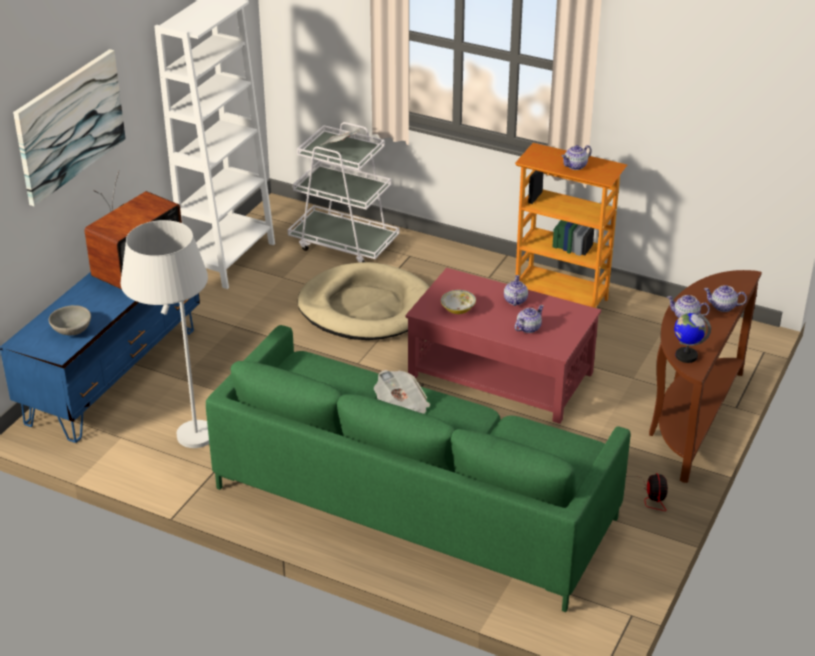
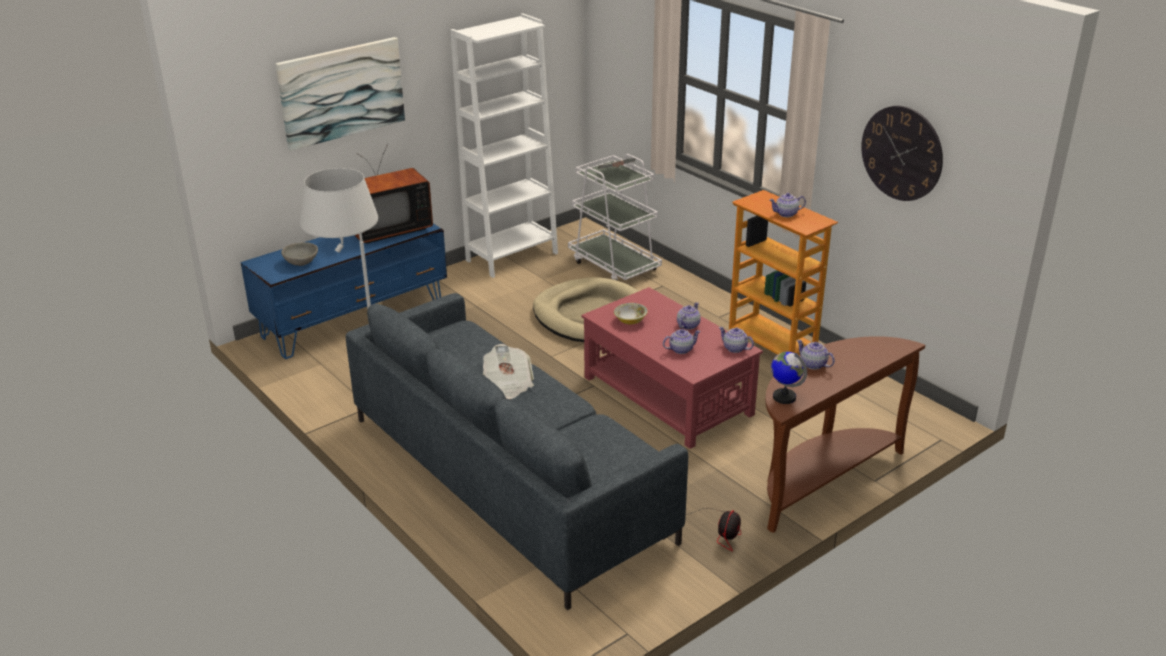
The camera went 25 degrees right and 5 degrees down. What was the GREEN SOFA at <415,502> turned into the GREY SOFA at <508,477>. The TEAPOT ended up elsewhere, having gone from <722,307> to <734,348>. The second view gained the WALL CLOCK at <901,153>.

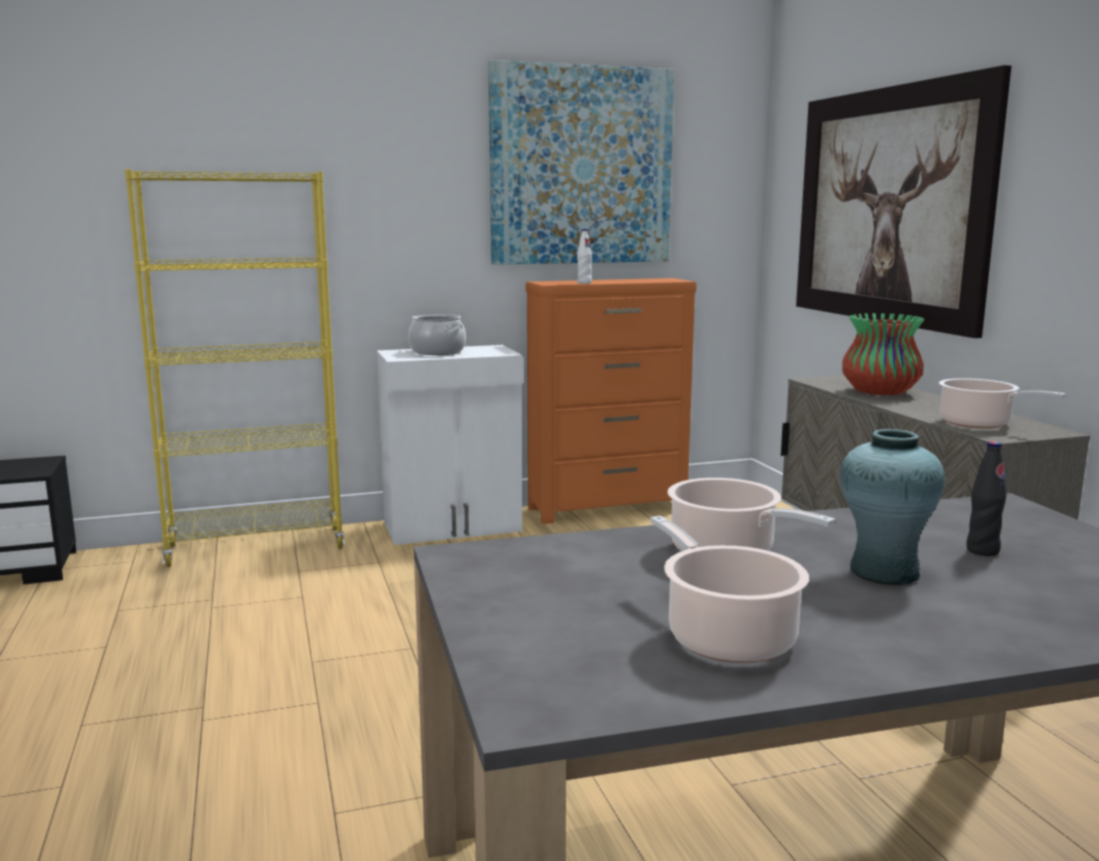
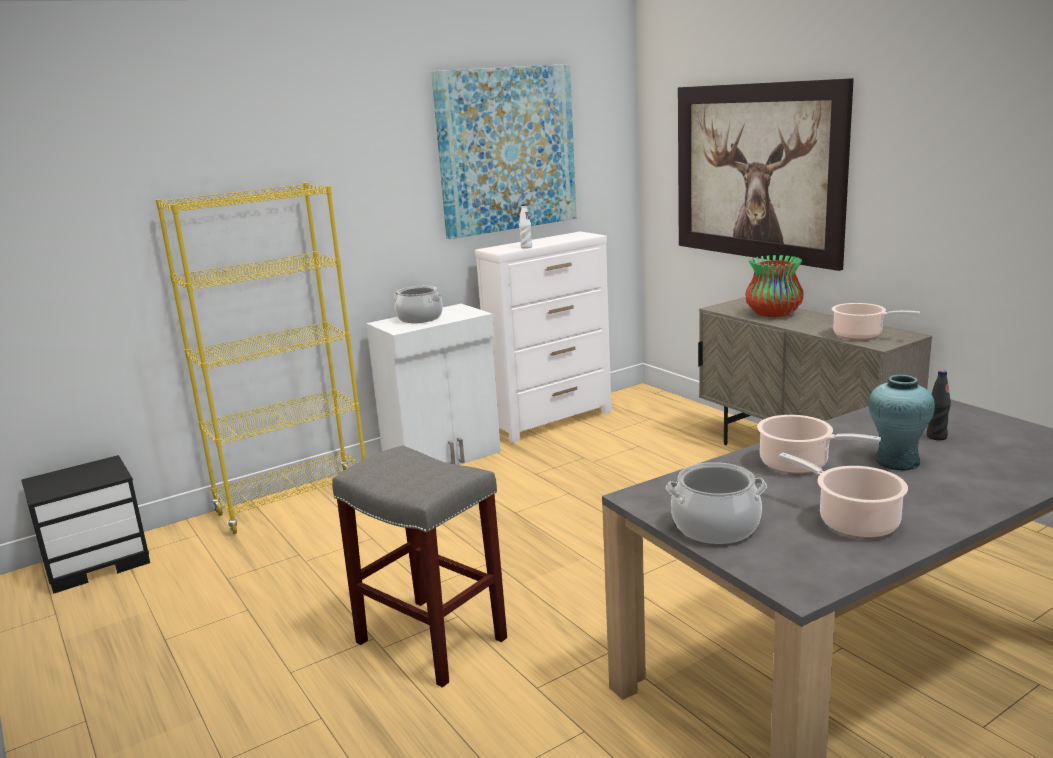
The camera went 15 degrees left and 5 degrees up. What was the ORANGE DRESSER at <609,508> turned into the WHITE DRESSER at <553,421>. The second view gained the GREY STOOL at <429,640>. The second view gained the COOKING POT at <715,527>.

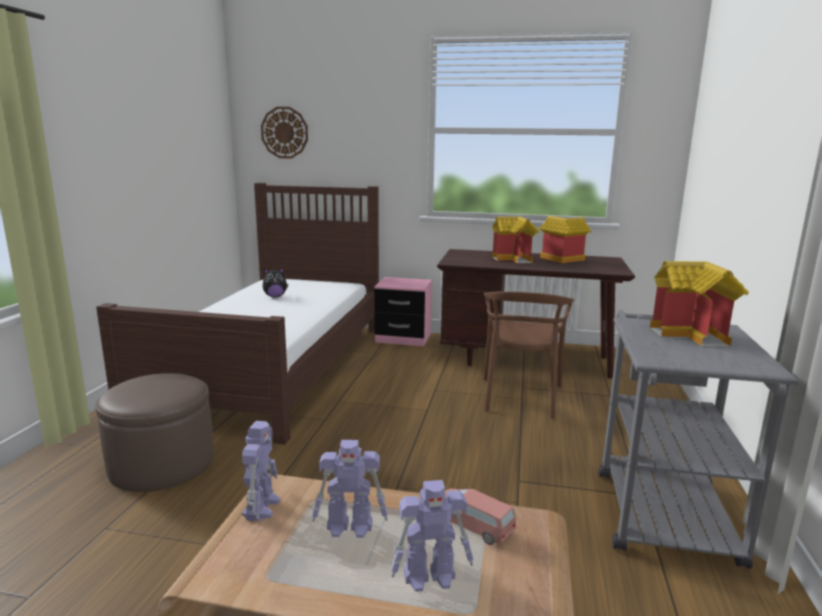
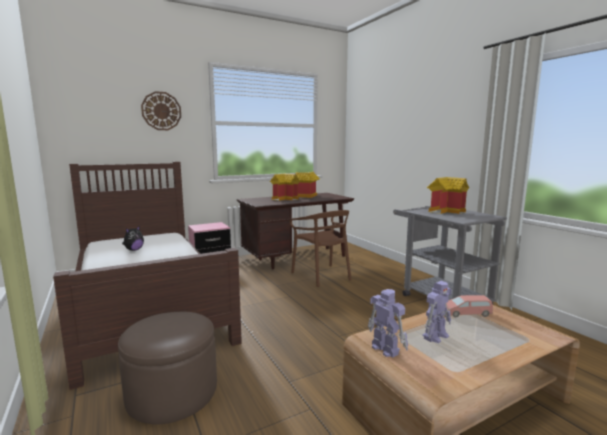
The camera went 40 degrees left and 5 degrees down. The WALL CLOCK ended up elsewhere, having gone from <284,132> to <161,111>. The second view lost the TOY ROBOT at <431,577>.

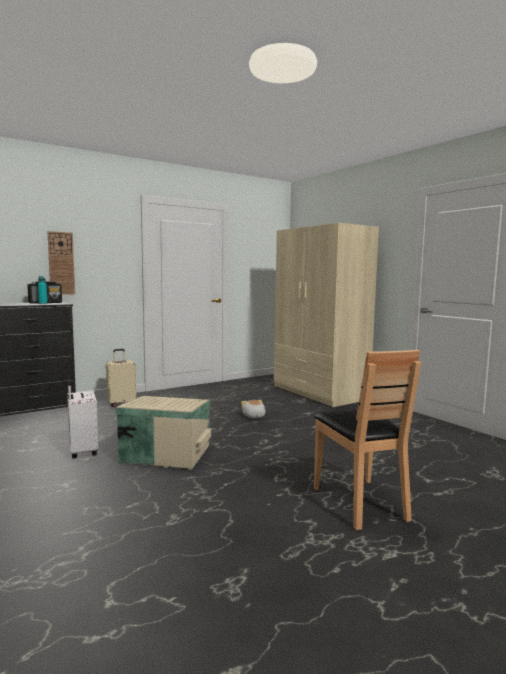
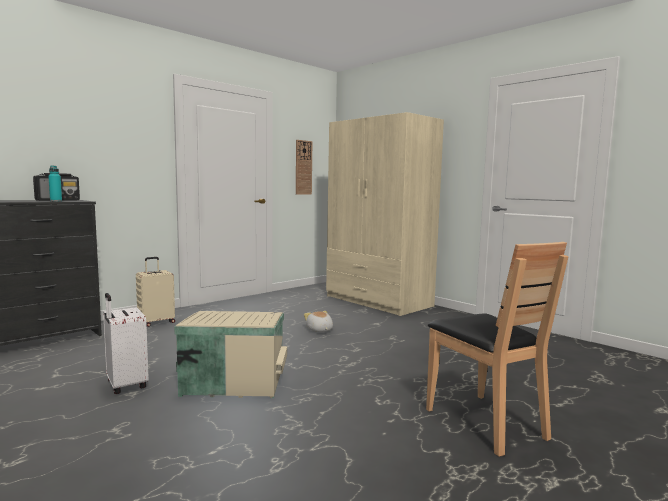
The camera went 10 degrees left and 0 degrees up. The WALL CLOCK ended up elsewhere, having gone from <61,263> to <303,167>.

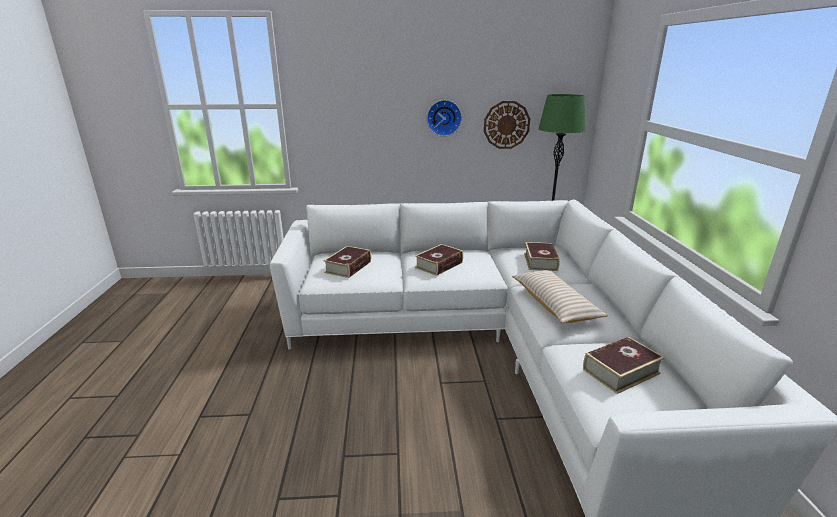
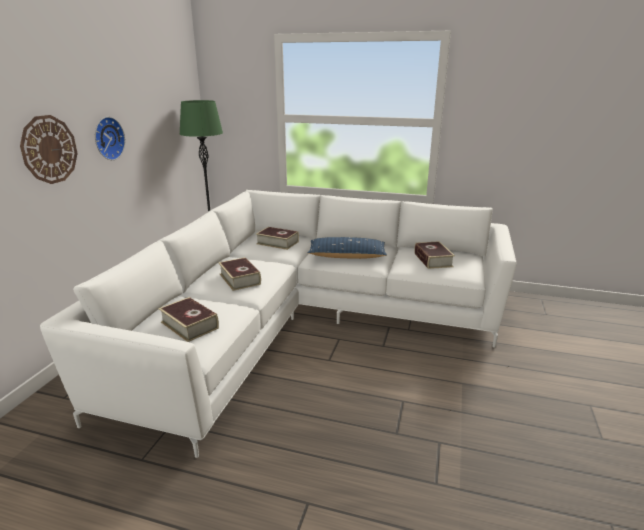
The camera went 70 degrees left and 0 degrees up. The WALL CLOCK ended up elsewhere, having gone from <506,125> to <49,149>. What was the BEIGE PILLOW at <554,305> turned into the BLUE PILLOW at <347,256>.

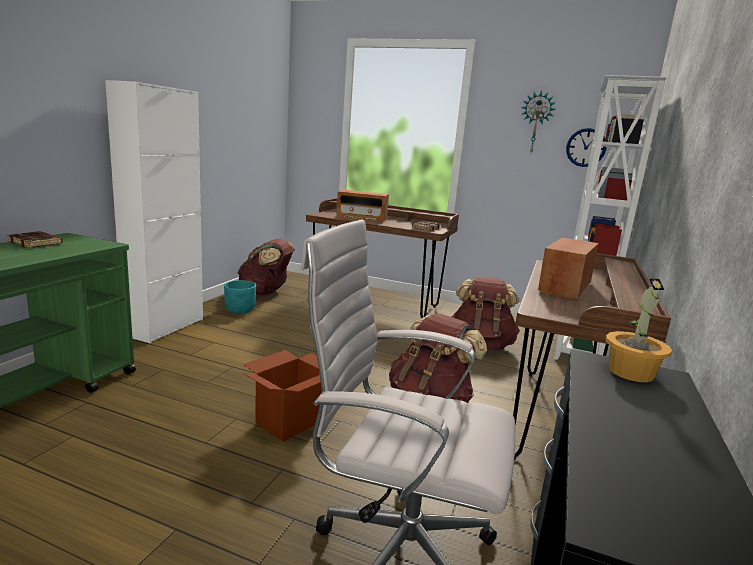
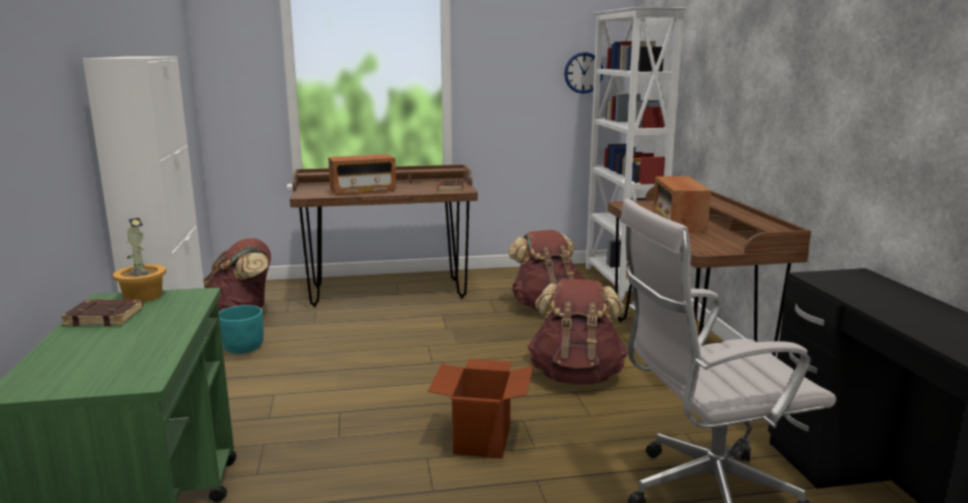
The camera went 30 degrees left and 0 degrees up. The second view lost the WALL CLOCK at <536,122>. The POTTED PLANT ended up elsewhere, having gone from <630,372> to <143,296>.

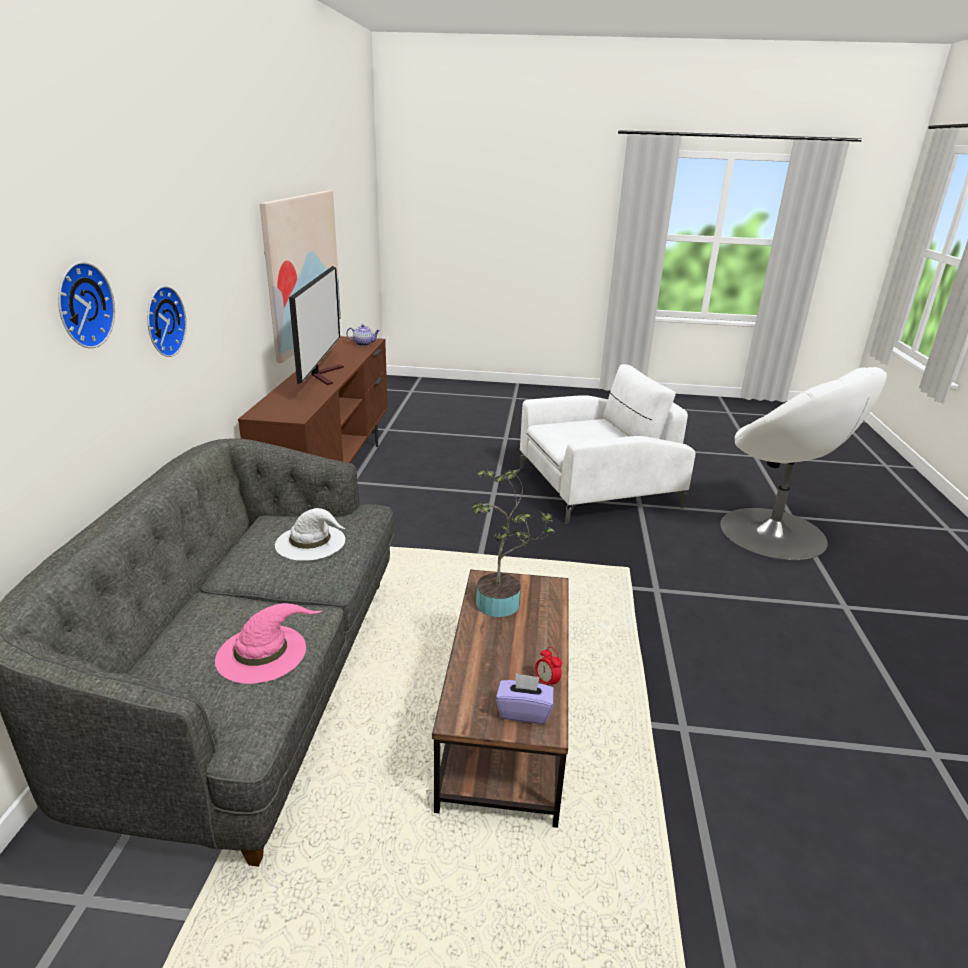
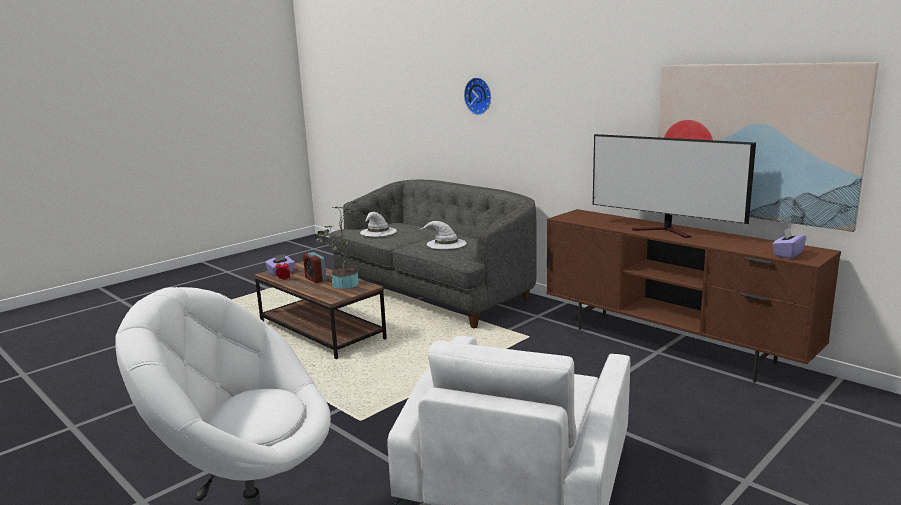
The camera went 130 degrees right and 10 degrees down. The second view lost the WALL CLOCK at <161,321>. What was the PINK HAT at <263,652> turned into the WHITE HAT at <378,232>. Where the TEAPOT stood at <364,344>, the PURPLE TISSUE BOX came to stand at <787,254>. The second view gained the ALARM CLOCK at <315,279>.

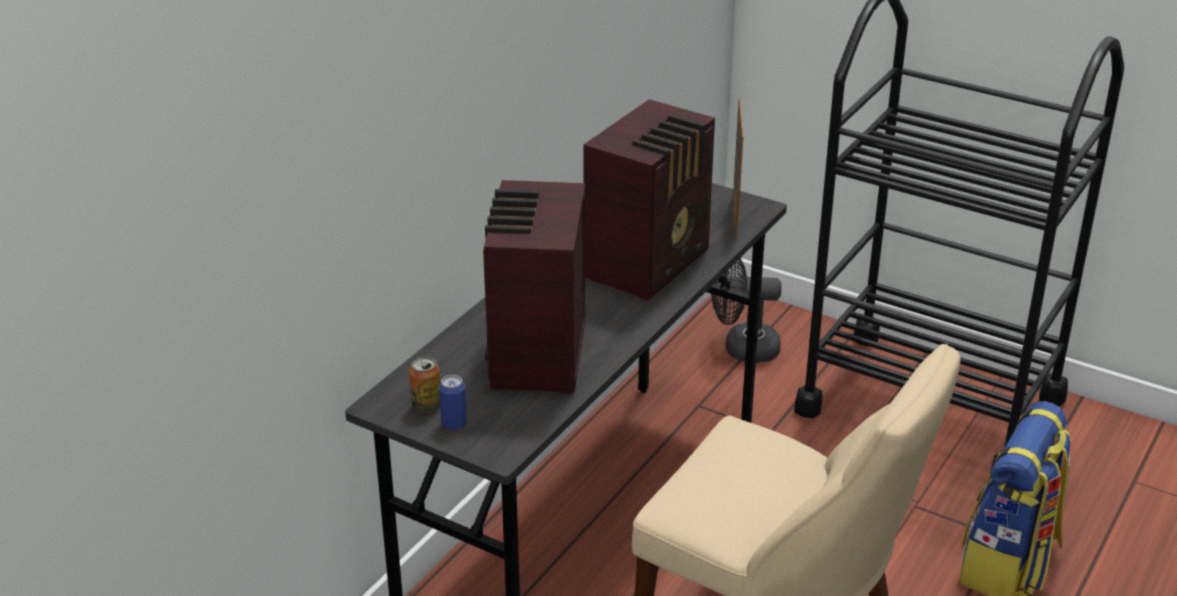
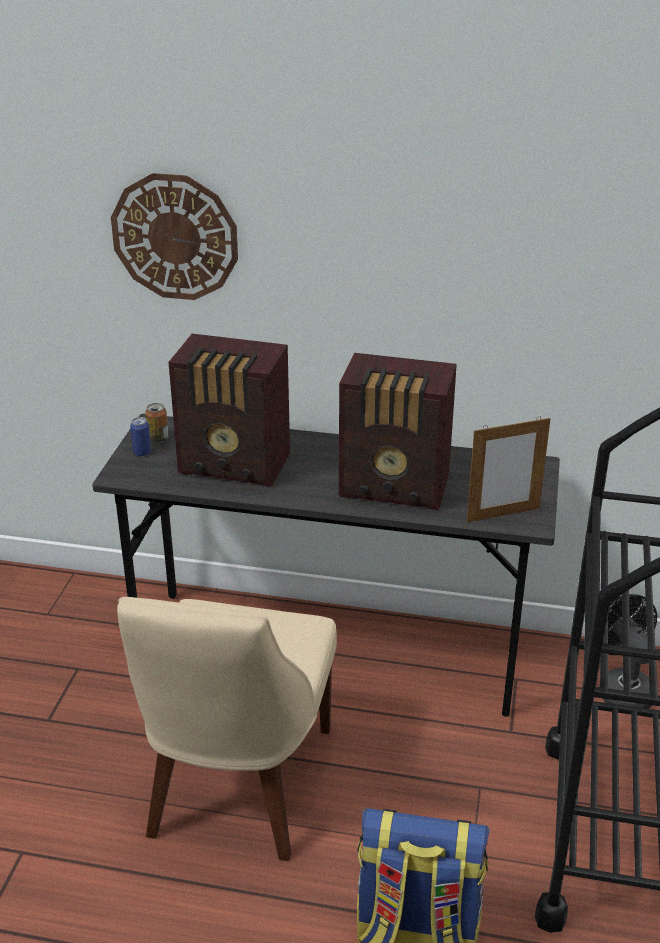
The camera went 70 degrees right and 0 degrees up. The RADIO at <536,357> ended up facing another way, 150 degrees counterclockwise from before. The second view gained the WALL CLOCK at <175,237>.

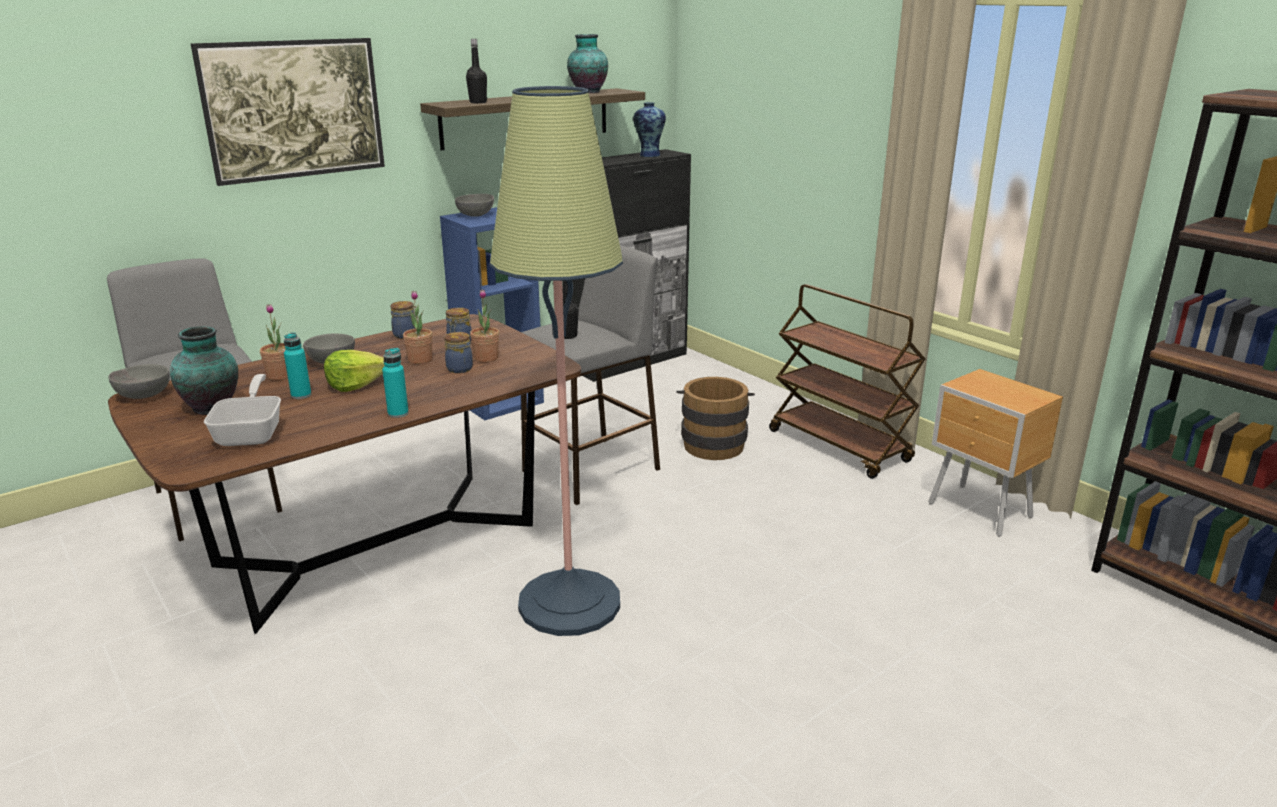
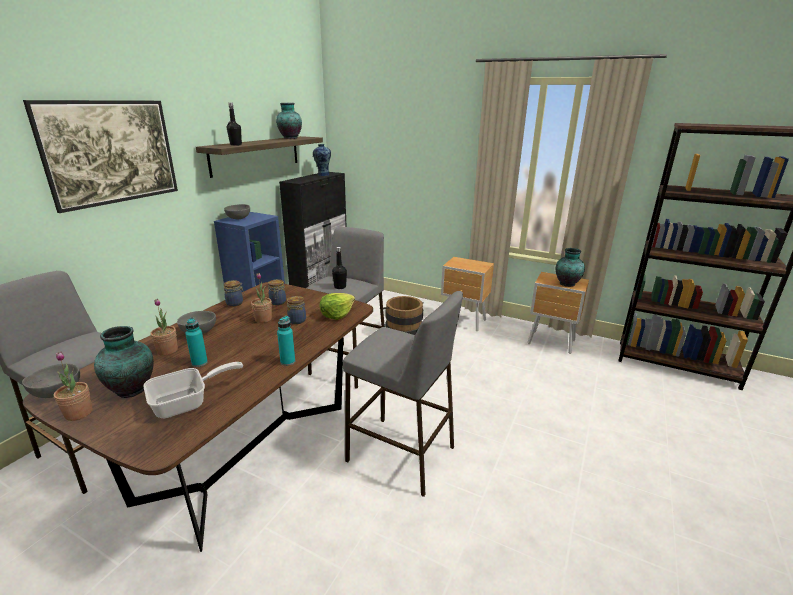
The camera went 25 degrees left and 0 degrees up. The FRYING PAN at <252,432> ended up facing another way, 90 degrees clockwise from before. The LETTUCE ended up elsewhere, having gone from <355,385> to <337,314>. The POTTED PLANT ended up elsewhere, having gone from <486,358> to <79,413>. Where the FLOOR LAMP stood at <569,603>, the GREY STOOL came to stand at <401,454>. Where the BROWN CART stood at <840,446>, the BROWN NIGHTSTAND came to stand at <464,322>. The second view gained the VASE at <566,284>.

